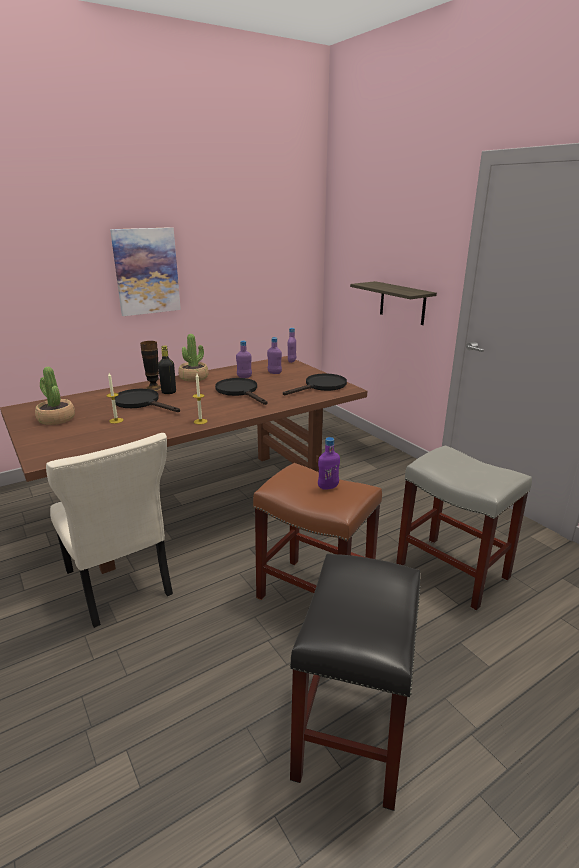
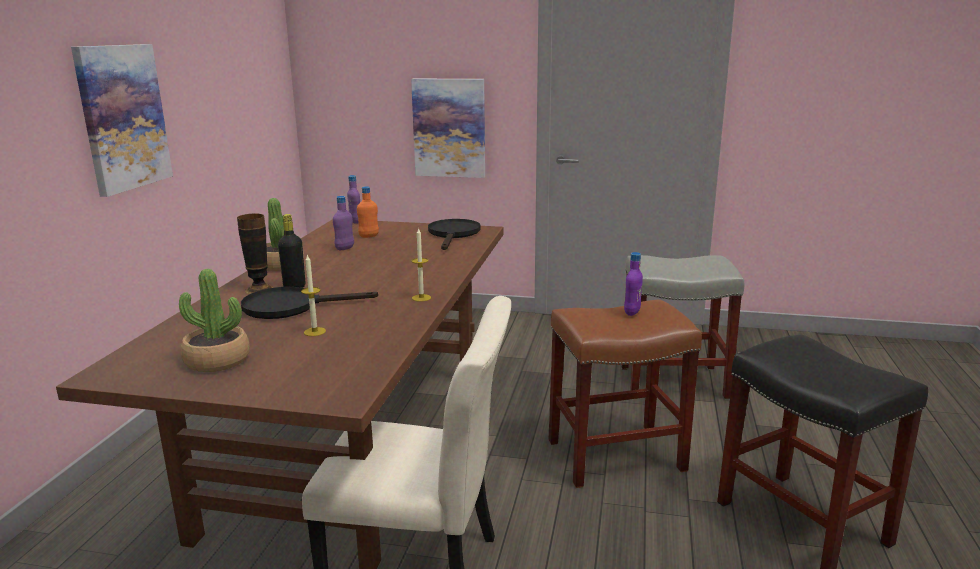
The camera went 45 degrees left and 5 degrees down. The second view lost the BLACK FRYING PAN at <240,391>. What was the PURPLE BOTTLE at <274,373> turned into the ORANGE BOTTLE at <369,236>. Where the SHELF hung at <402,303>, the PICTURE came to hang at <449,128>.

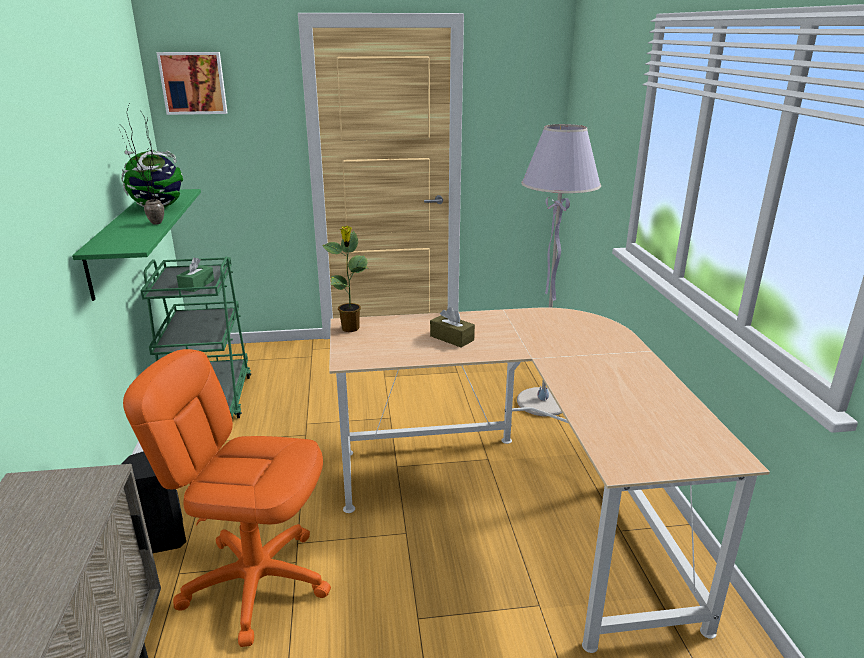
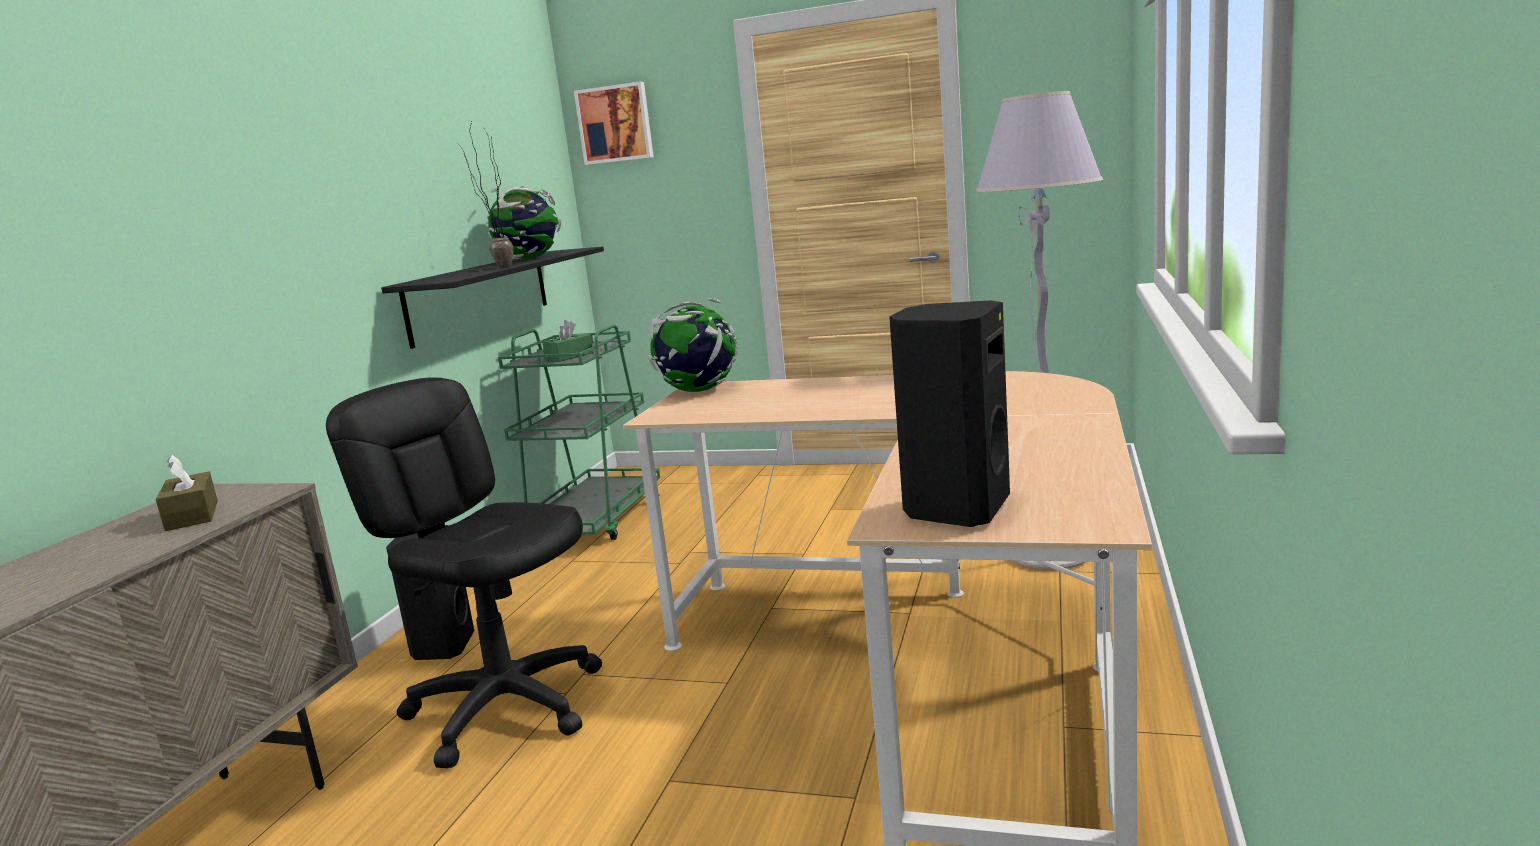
The camera went 25 degrees right and 10 degrees down. What was the GREEN SHELF at <121,240> turned into the BLACK SHELF at <480,295>. What was the ORANGE OFFICE CHAIR at <256,582> turned into the BLACK OFFICE CHAIR at <506,706>. Where the POTTED PLANT stood at <350,329>, the GLOBE came to stand at <697,391>. The BROWN TISSUE BOX ended up elsewhere, having gone from <452,338> to <192,515>. The second view gained the BLACK SPEAKER at <954,509>.

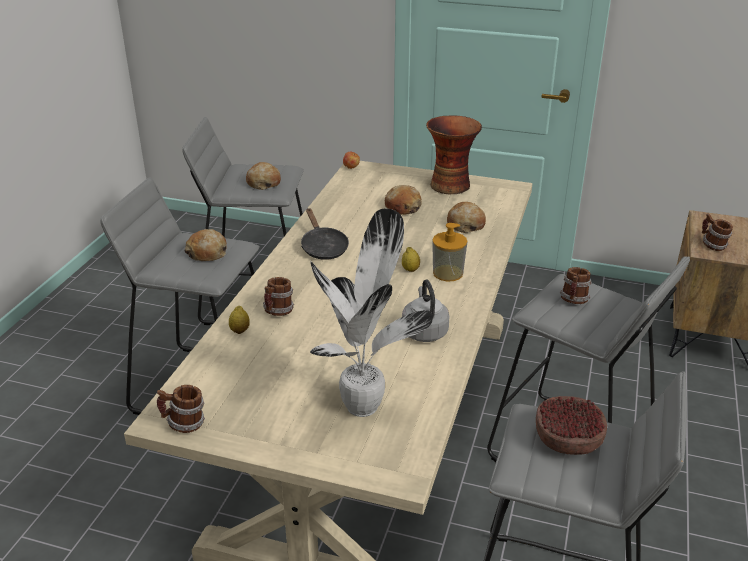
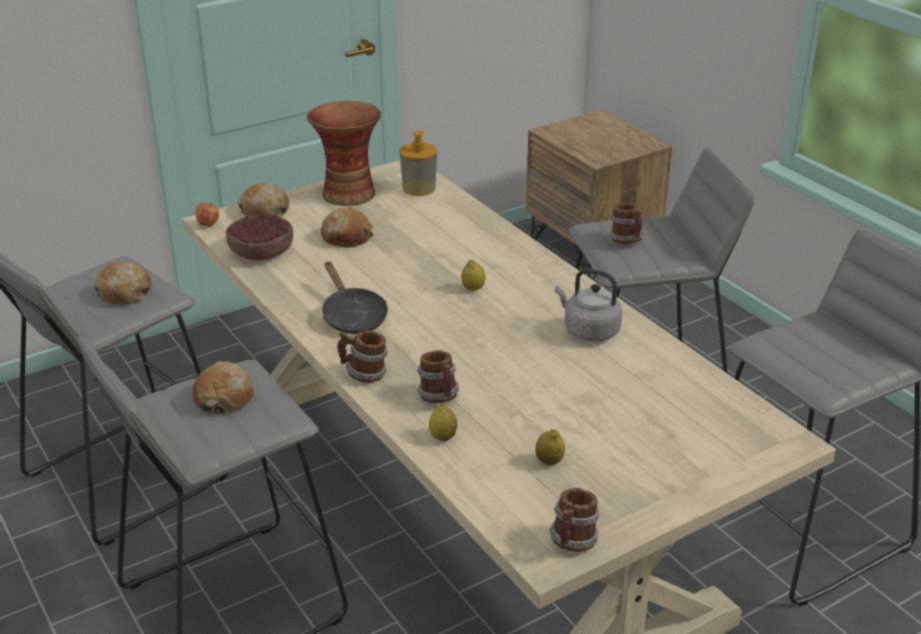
The camera went 50 degrees left and 0 degrees up. The BLACK FRYING PAN at <323,247> ended up facing another way, 45 degrees clockwise from before. The second view lost the POTTED PLANT at <364,404>. The SOAP DISPENSER ended up elsewhere, having gone from <448,273> to <419,188>. The BREAD ended up elsewhere, having gone from <465,224> to <264,211>. The BOWL ended up elsewhere, having gone from <567,438> to <260,251>. The MUG ended up elsewhere, having gone from <712,245> to <364,375>. The second view gained the LEMON at <549,461>.

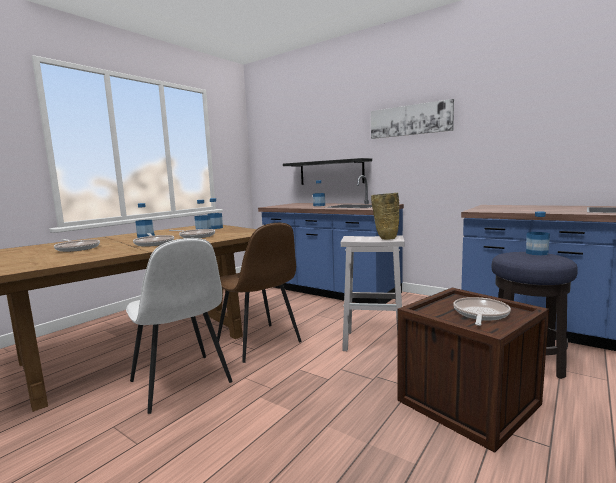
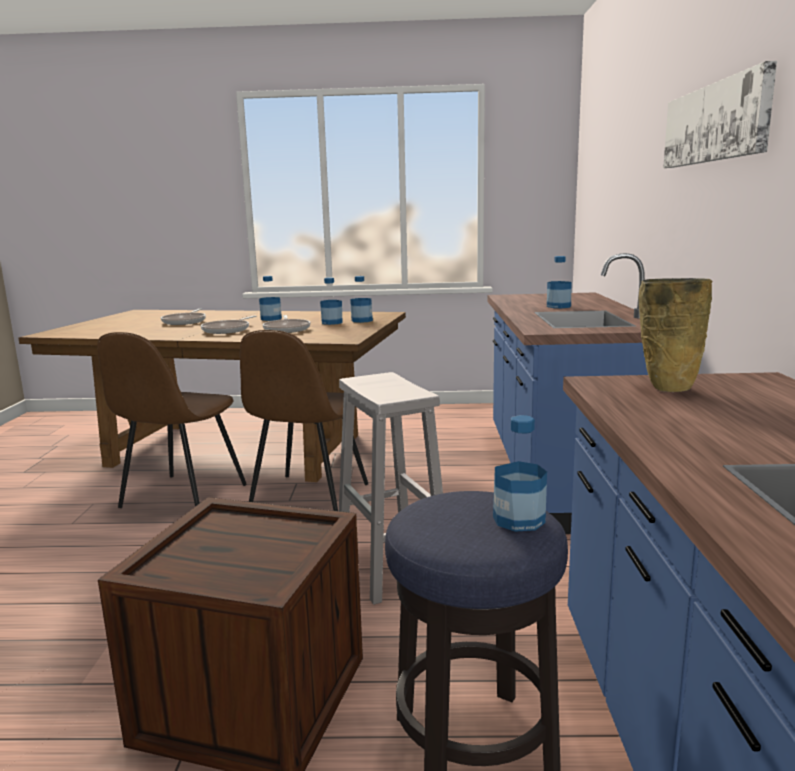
The camera went 55 degrees right and 5 degrees up. What was the WHITE CHAIR at <181,383> turned into the BROWN CHAIR at <182,497>. The second view lost the BLACK SHELF at <331,172>. The BEIGE VASE ended up elsewhere, having gone from <385,238> to <668,387>. The second view lost the FRYING PAN at <480,314>.

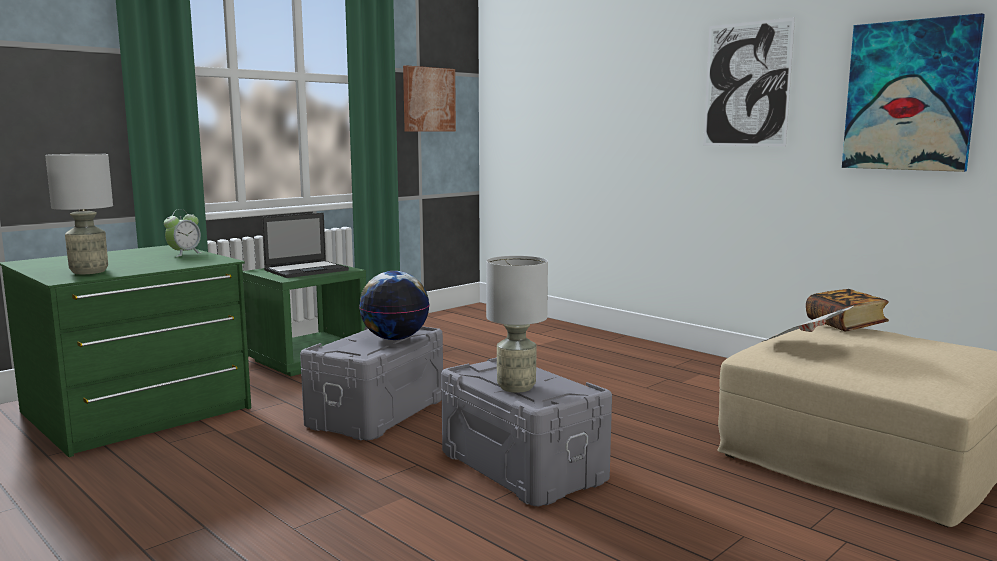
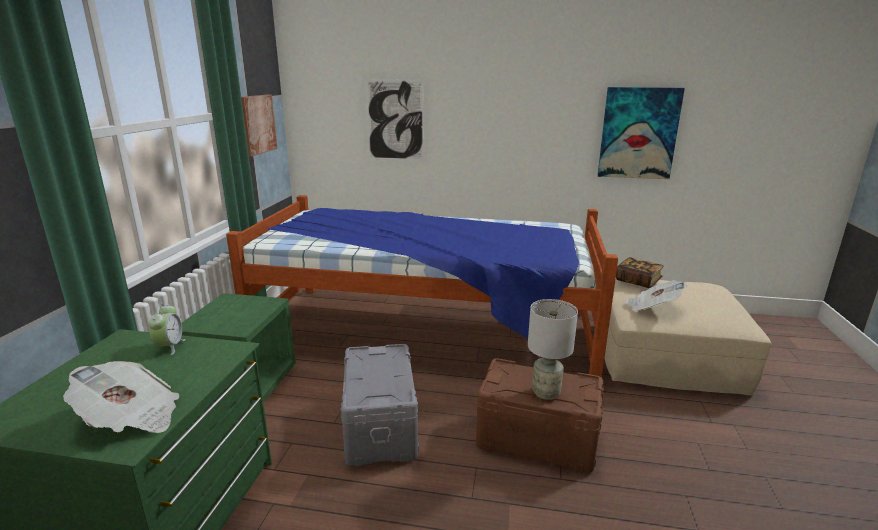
The camera went 35 degrees left and 10 degrees up. Where the GREY TABLE LAMP stood at <90,272>, the NEWSPAPER came to stand at <131,418>. The second view lost the LAPTOP at <307,270>. The second view lost the GLOBE at <395,338>. What was the GREY STORAGE BOX at <521,467> turned into the BROWN STORAGE BOX at <536,439>. The PICTURE ended up elsewhere, having gone from <746,84> to <395,120>. The second view gained the BED at <427,331>.

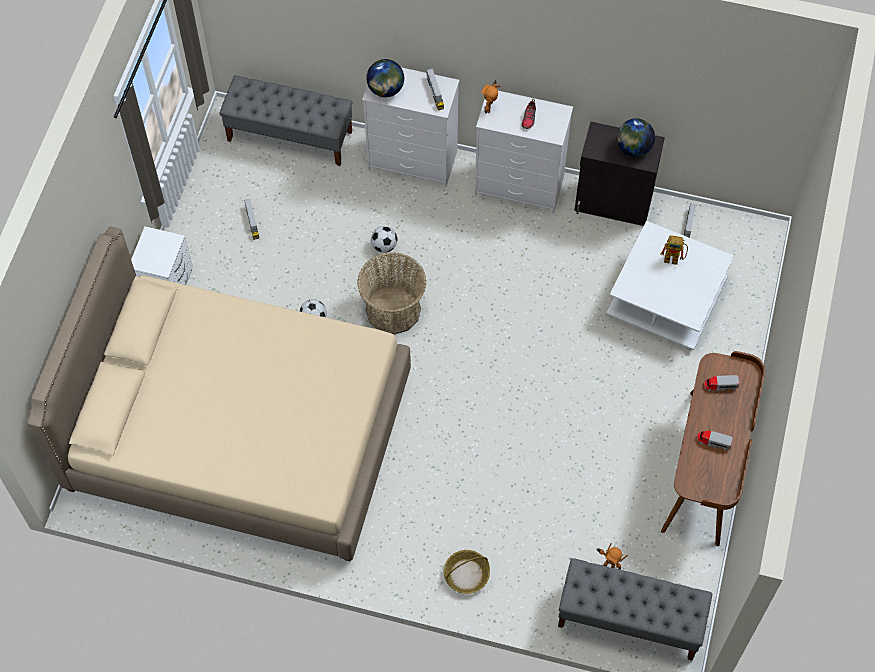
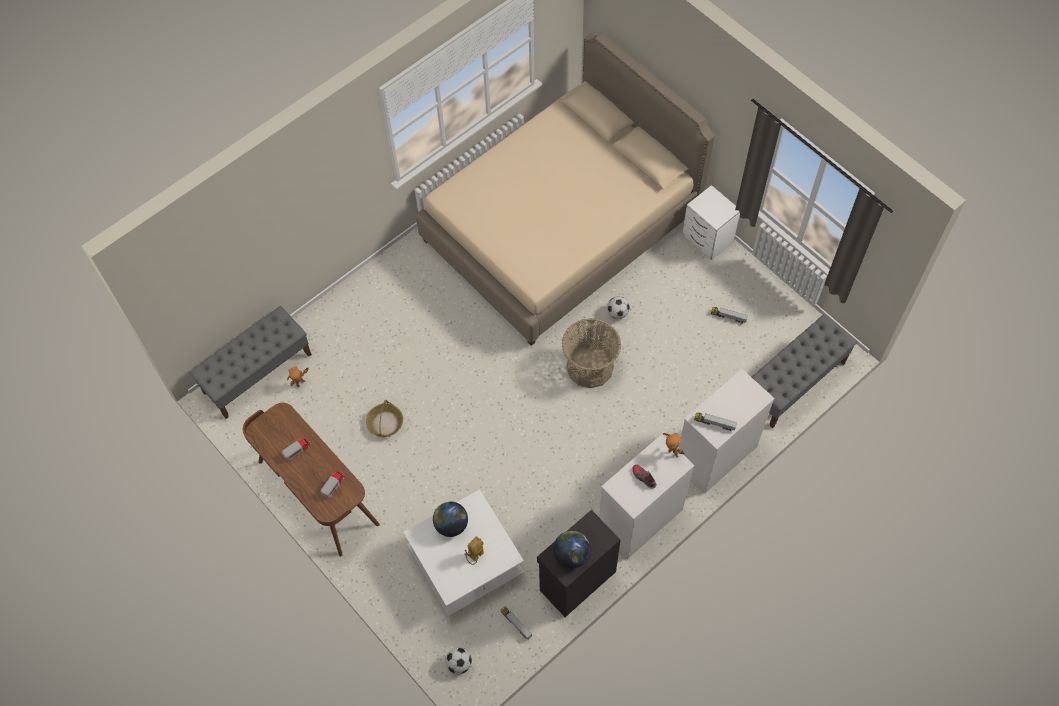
The camera went 125 degrees right and 0 degrees up. The GLOBE ended up elsewhere, having gone from <385,89> to <451,525>. The FOOTBALL ended up elsewhere, having gone from <384,246> to <459,664>. The BASKET ended up elsewhere, having gone from <466,575> to <385,423>.

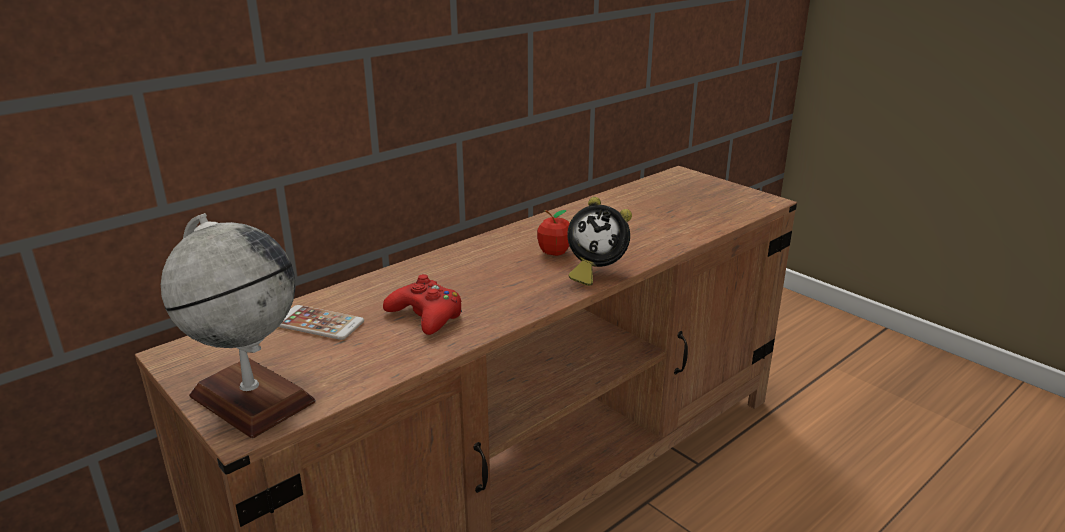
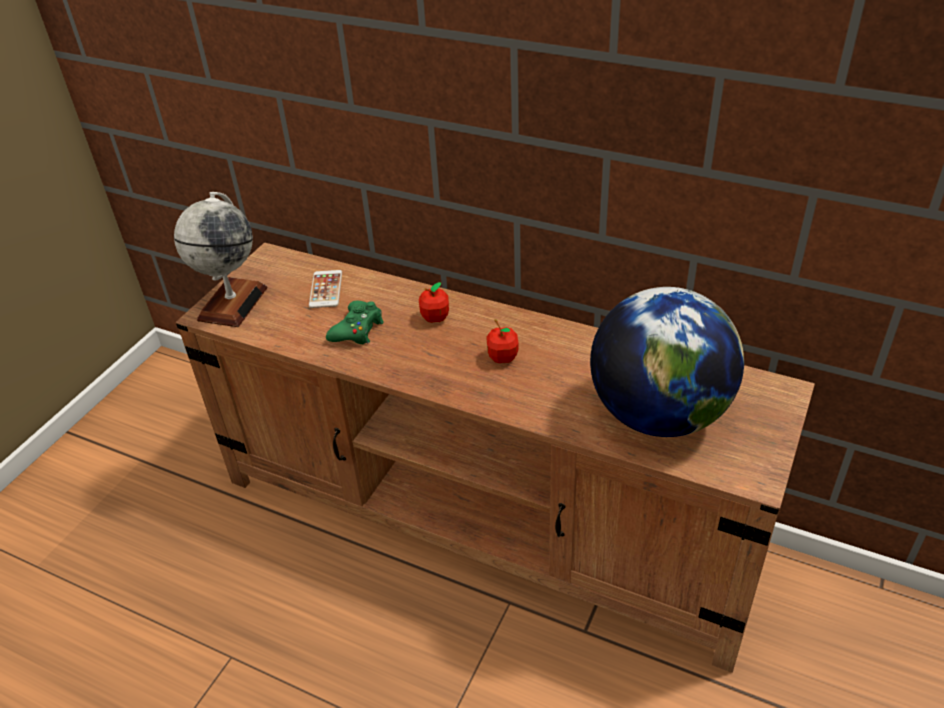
The camera went 70 degrees right and 15 degrees up. What was the RED GAME CONTROLLER at <426,316> turned into the GREEN GAME CONTROLLER at <357,330>. The second view lost the ALARM CLOCK at <594,272>. The second view gained the APPLE at <435,318>. The second view gained the GLOBE at <658,414>.

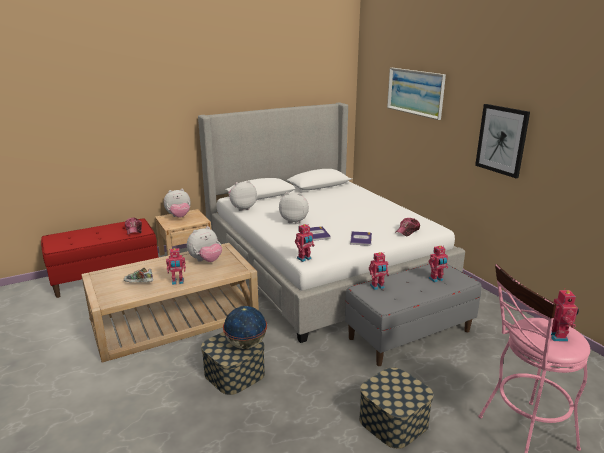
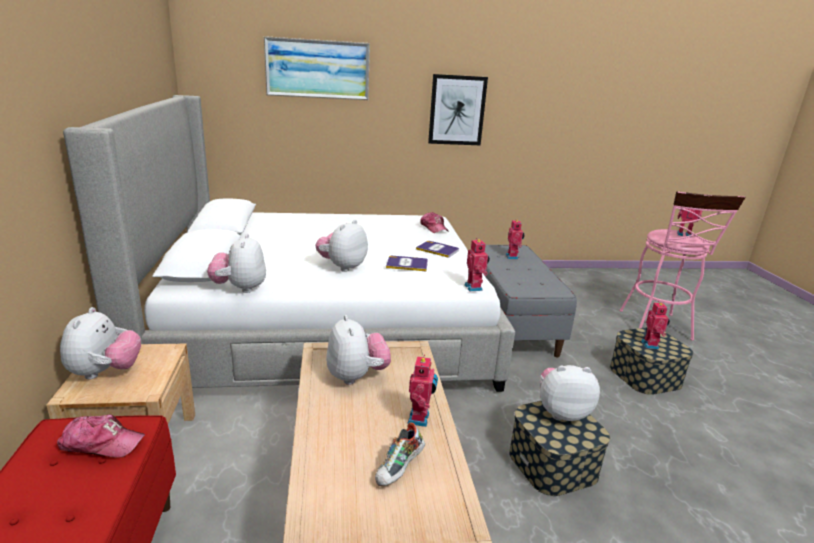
The camera went 70 degrees left and 0 degrees up. Where the GLOBE stood at <245,344>, the PLUSH TOY came to stand at <561,412>. The TOY ROBOT ended up elsewhere, having gone from <377,287> to <651,345>.

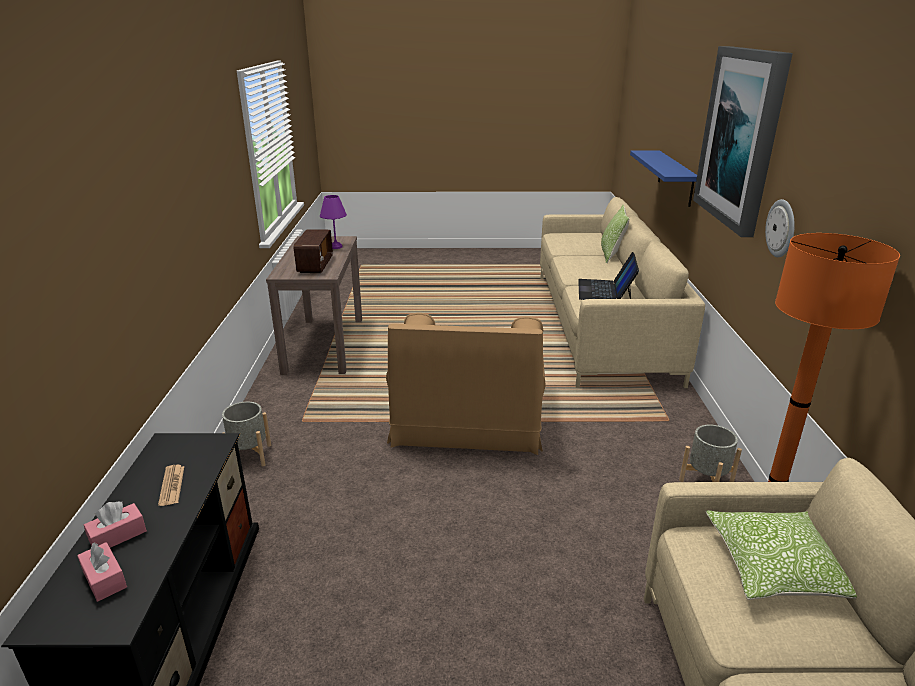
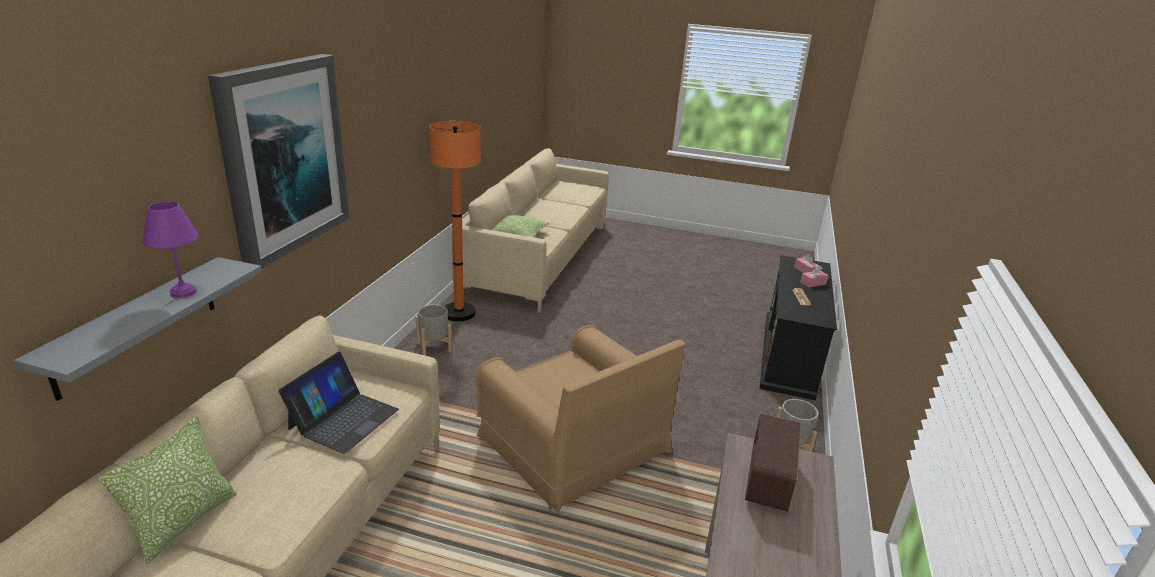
The camera went 165 degrees left and 0 degrees up. The PURPLE TABLE LAMP ended up elsewhere, having gone from <336,246> to <182,292>. The BROWN ARMCHAIR at <468,414> ended up facing another way, 120 degrees clockwise from before. What was the BLUE SHELF at <675,178> turned into the GREY SHELF at <137,325>. The second view lost the WALL CLOCK at <781,228>.

